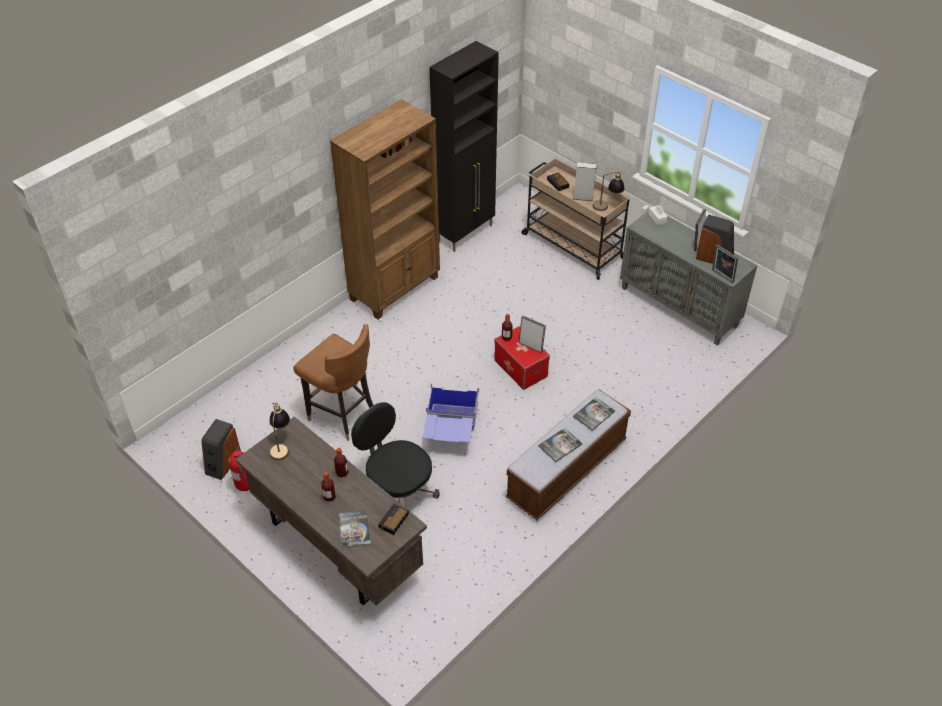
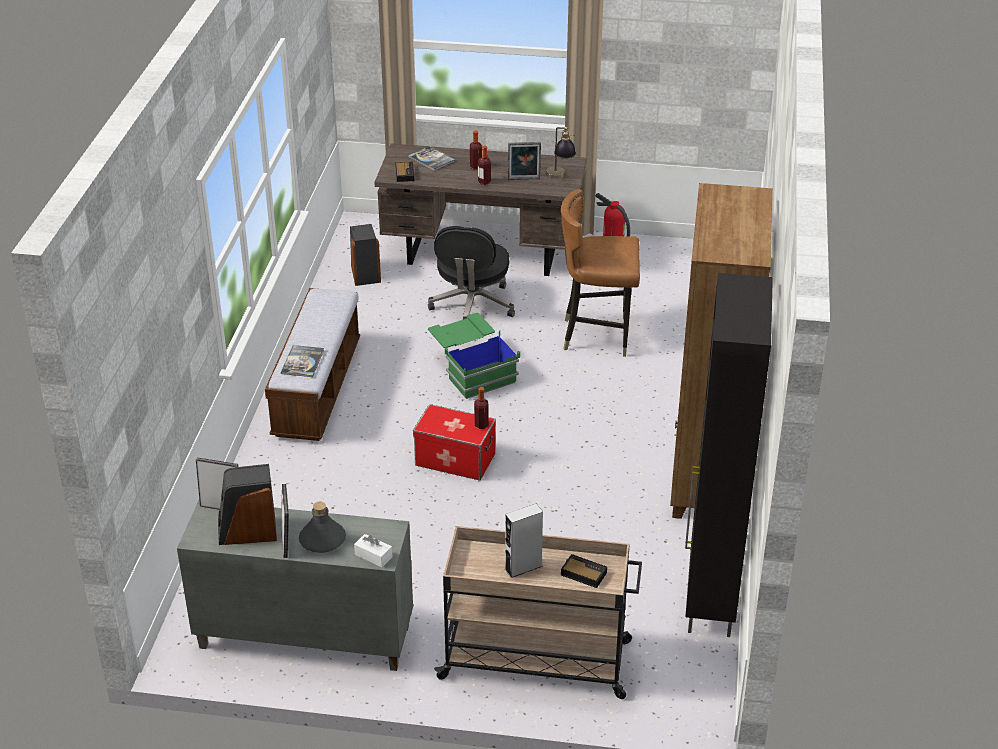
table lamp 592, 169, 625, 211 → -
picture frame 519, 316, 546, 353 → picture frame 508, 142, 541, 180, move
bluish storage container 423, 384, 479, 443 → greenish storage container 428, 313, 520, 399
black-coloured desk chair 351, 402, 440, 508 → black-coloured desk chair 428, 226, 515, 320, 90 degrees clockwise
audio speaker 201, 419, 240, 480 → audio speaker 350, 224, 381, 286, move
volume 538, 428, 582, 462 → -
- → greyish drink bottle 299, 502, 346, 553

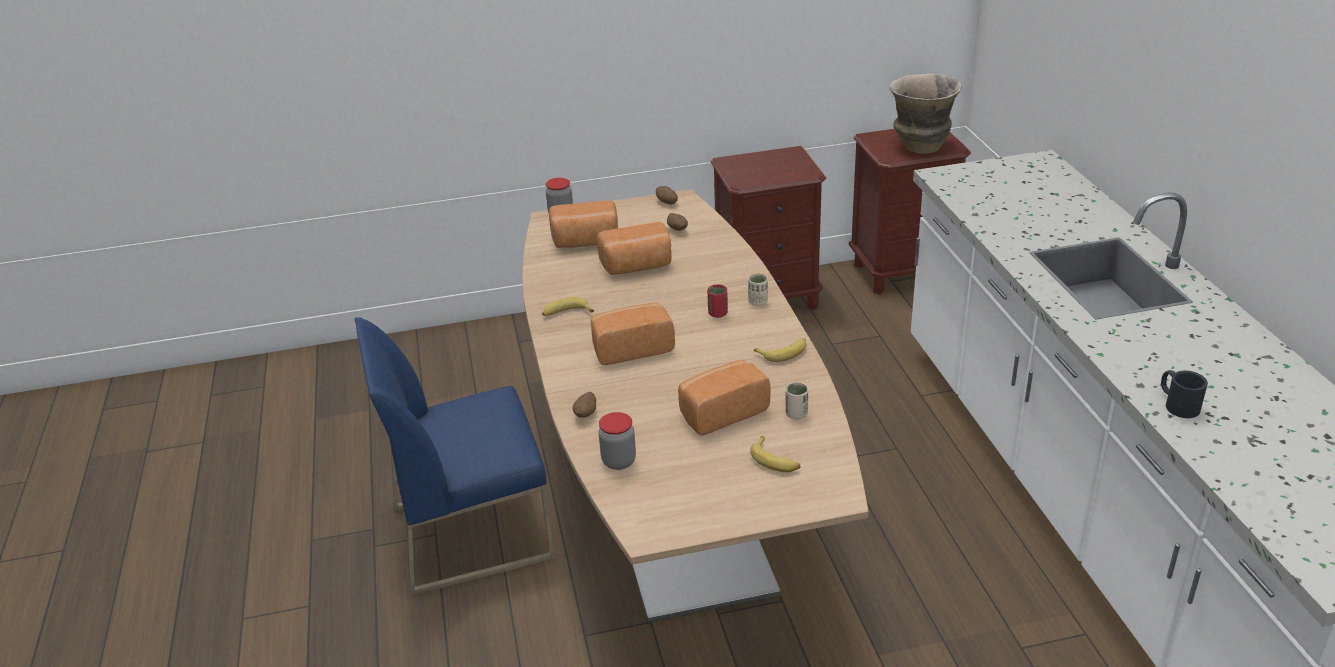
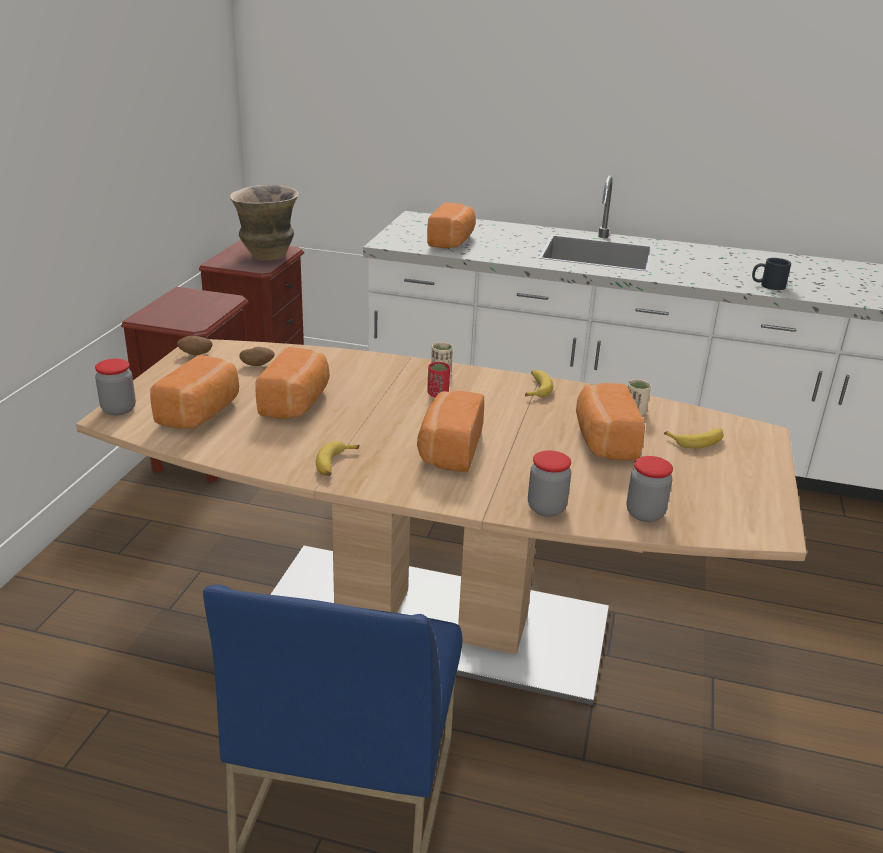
spud 573, 392, 596, 418 → storage jar 528, 450, 571, 517
- → bread 427, 203, 476, 248

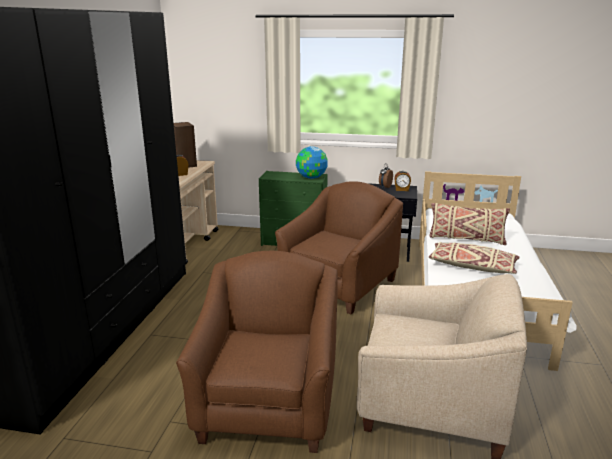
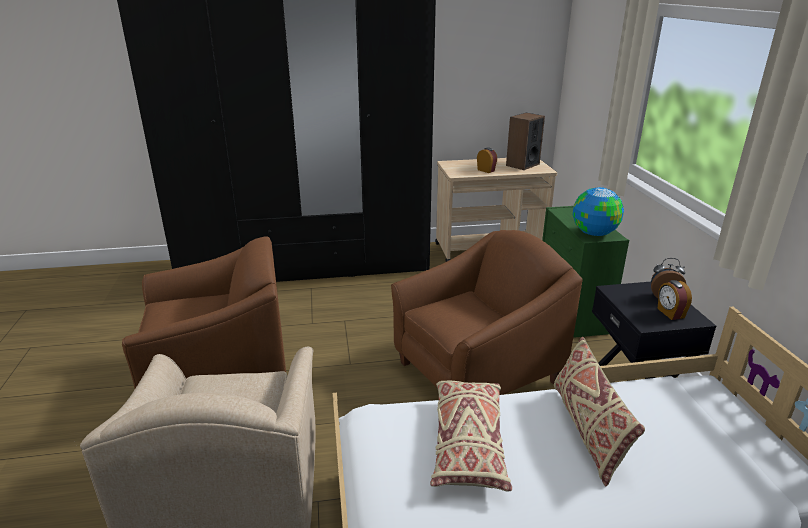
brown easy chair 275, 181, 403, 314 → brown easy chair 391, 230, 583, 395, 45 degrees counterclockwise

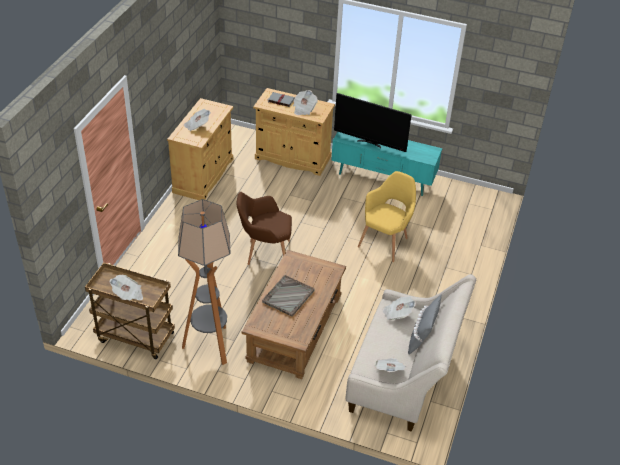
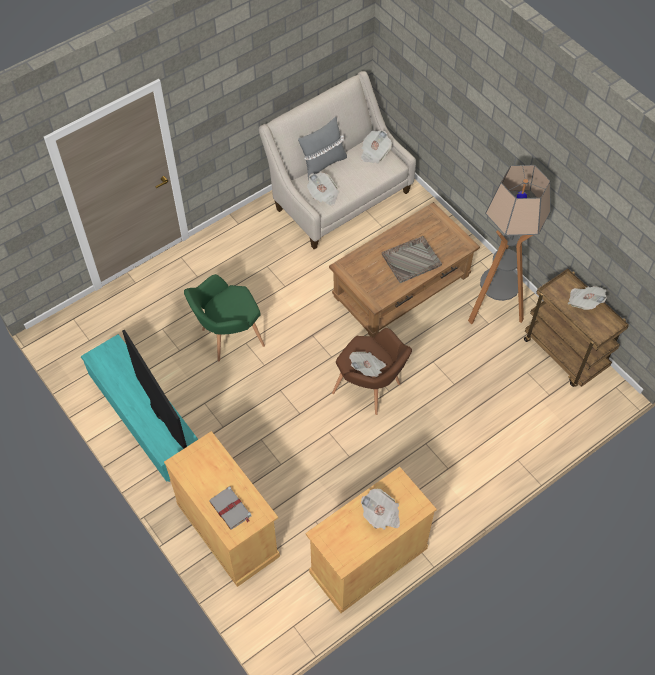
printed paper 293, 90, 318, 115 → printed paper 349, 352, 386, 377, move
yellowish easy chair 358, 171, 416, 262 → greenish easy chair 184, 274, 265, 361

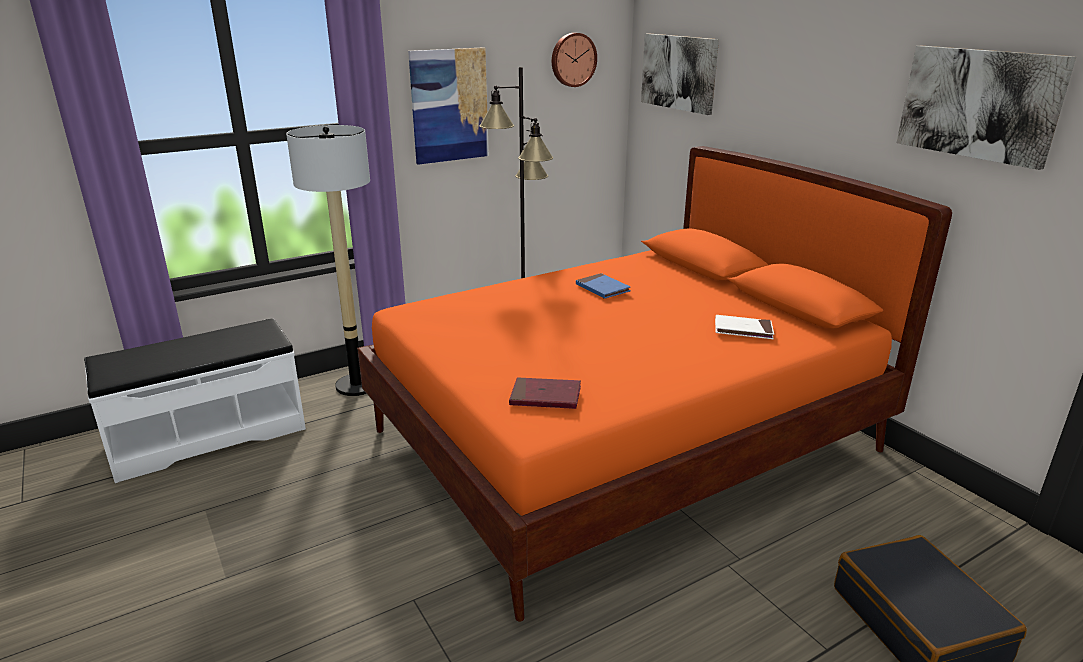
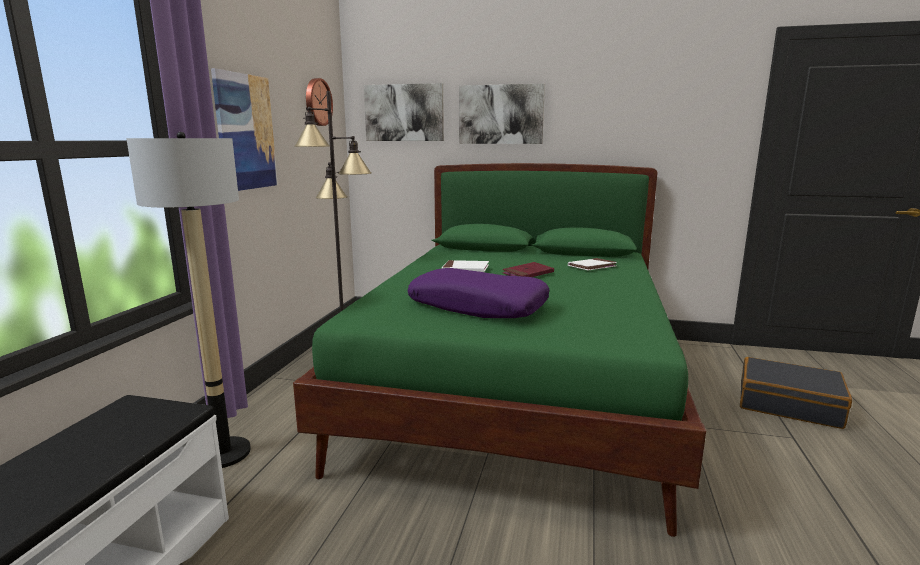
picture 897, 46, 1076, 170 → picture 459, 84, 545, 144, move
orange-coloured sleeping bed 357, 146, 952, 622 → greenish sleeping bed 293, 163, 706, 537
bluish volume 576, 273, 631, 299 → white volume 442, 260, 489, 272
red volume 509, 377, 581, 409 → red volume 503, 262, 554, 277, move
- → purple throw pillow 407, 268, 549, 318

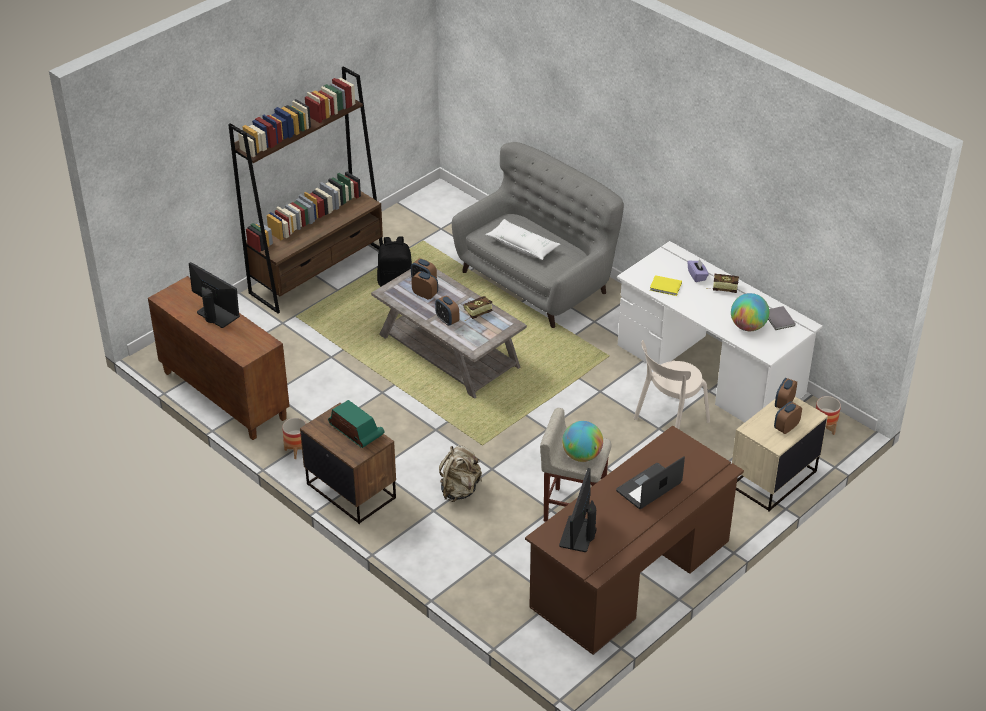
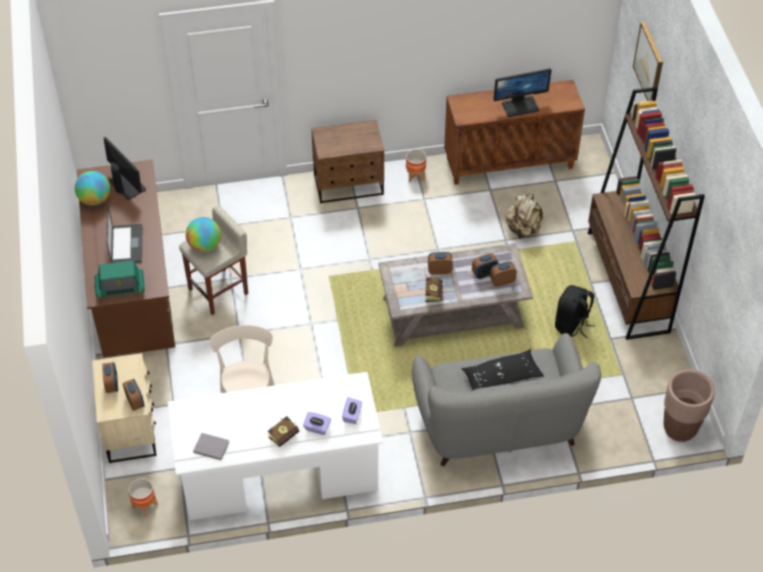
white throw pillow 485, 219, 560, 260 → black-coloured throw pillow 462, 349, 544, 390
yellowish volume 650, 275, 682, 296 → -
world globe 731, 293, 769, 331 → world globe 75, 171, 110, 206, move
radio set 328, 400, 384, 448 → radio set 95, 261, 145, 299, move
sand-coloured knapsack 439, 445, 482, 502 → sand-coloured knapsack 505, 193, 543, 239, move
- → picture 633, 21, 663, 101
- → brown plant pot 663, 369, 715, 442
- → purple tissue holder 342, 397, 362, 424

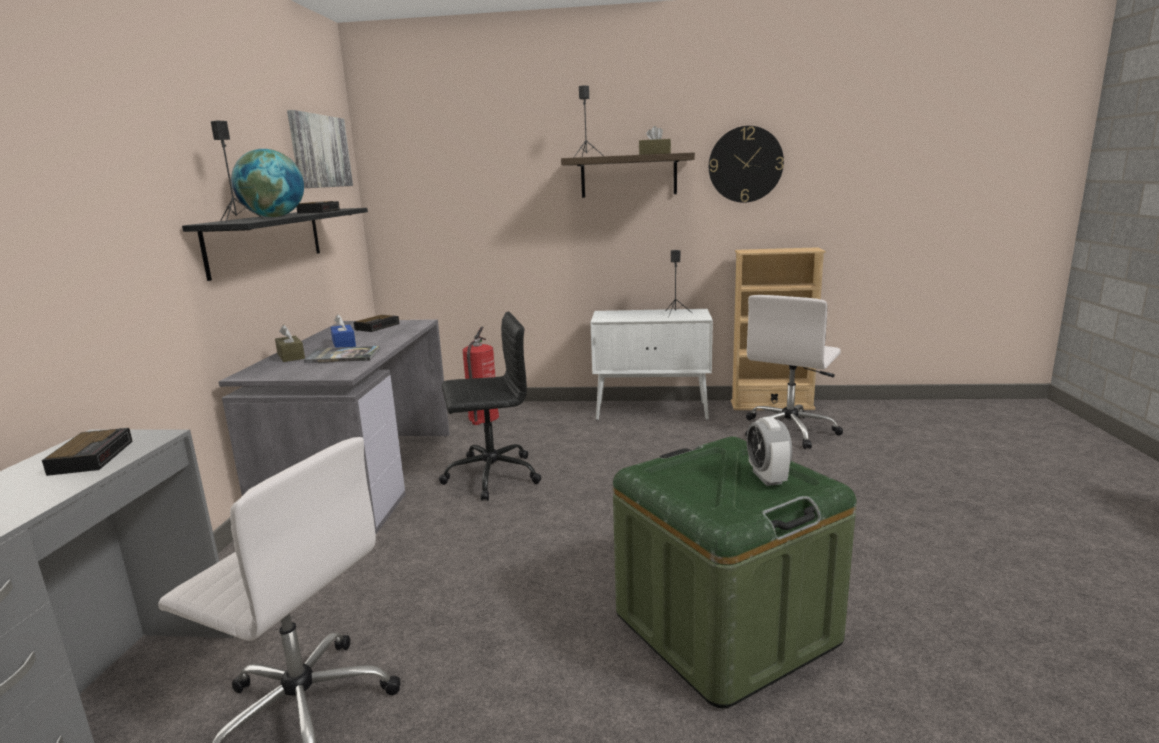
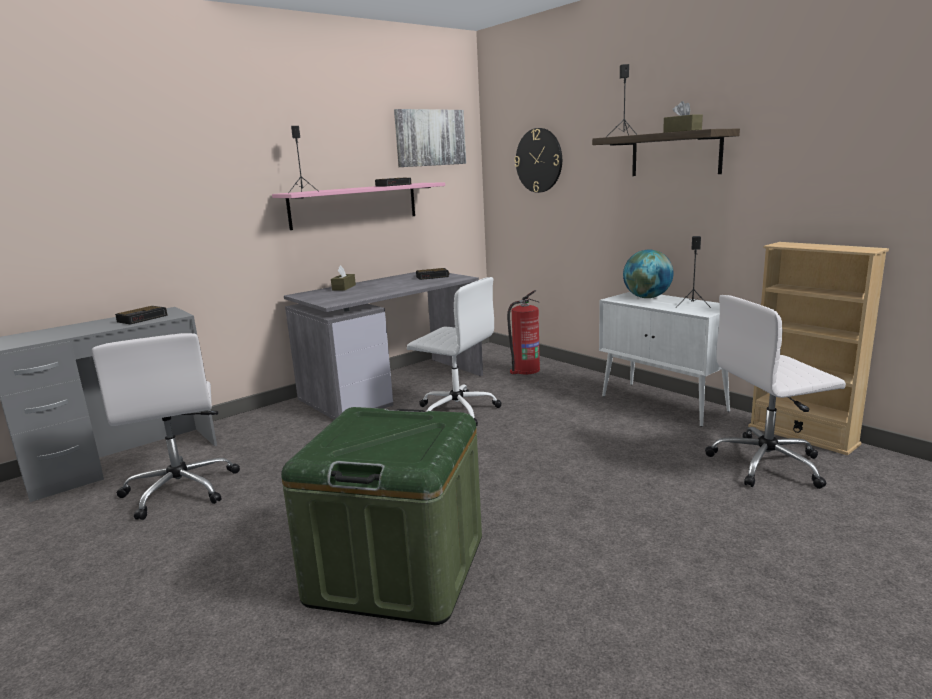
clock on the wall 709, 126, 784, 203 → clock on the wall 514, 128, 562, 193, move
world globe 231, 149, 304, 217 → world globe 623, 250, 673, 298, move
black-coloured wall shelf 182, 208, 368, 281 → pink wall shelf 272, 182, 445, 230
black-coloured desk chair 439, 312, 541, 501 → white desk chair 407, 277, 502, 426
bluish tissue holder 330, 314, 356, 348 → -
volume 304, 346, 380, 363 → -
table clock 747, 417, 792, 486 → -

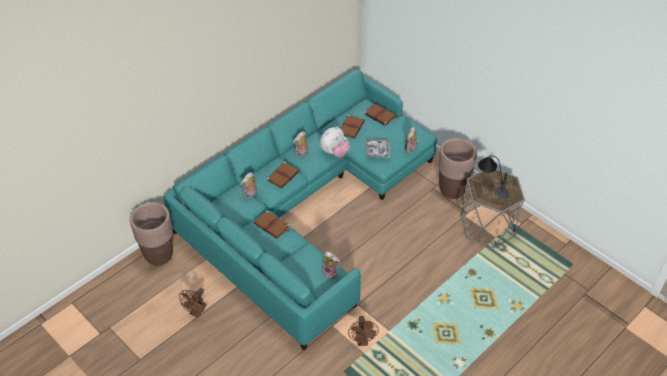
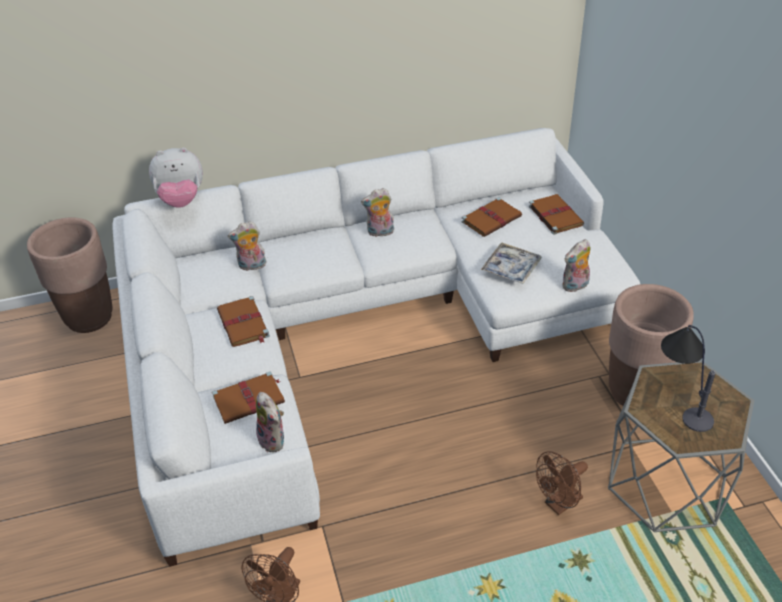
turquoise-coloured sofa 164, 70, 437, 350 → white sofa 113, 128, 640, 567
soft toy 320, 127, 350, 157 → soft toy 149, 148, 203, 208, move
brown volume 267, 162, 300, 189 → brown volume 212, 371, 285, 424, move
brown cooling fan 179, 288, 207, 318 → brown cooling fan 536, 451, 588, 515, move

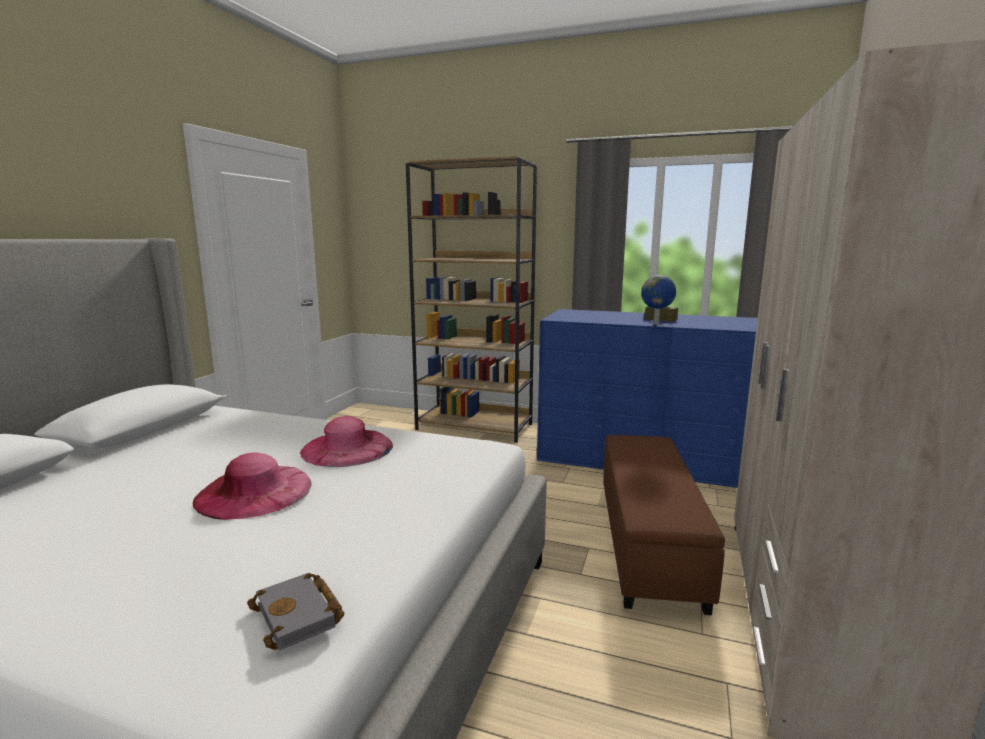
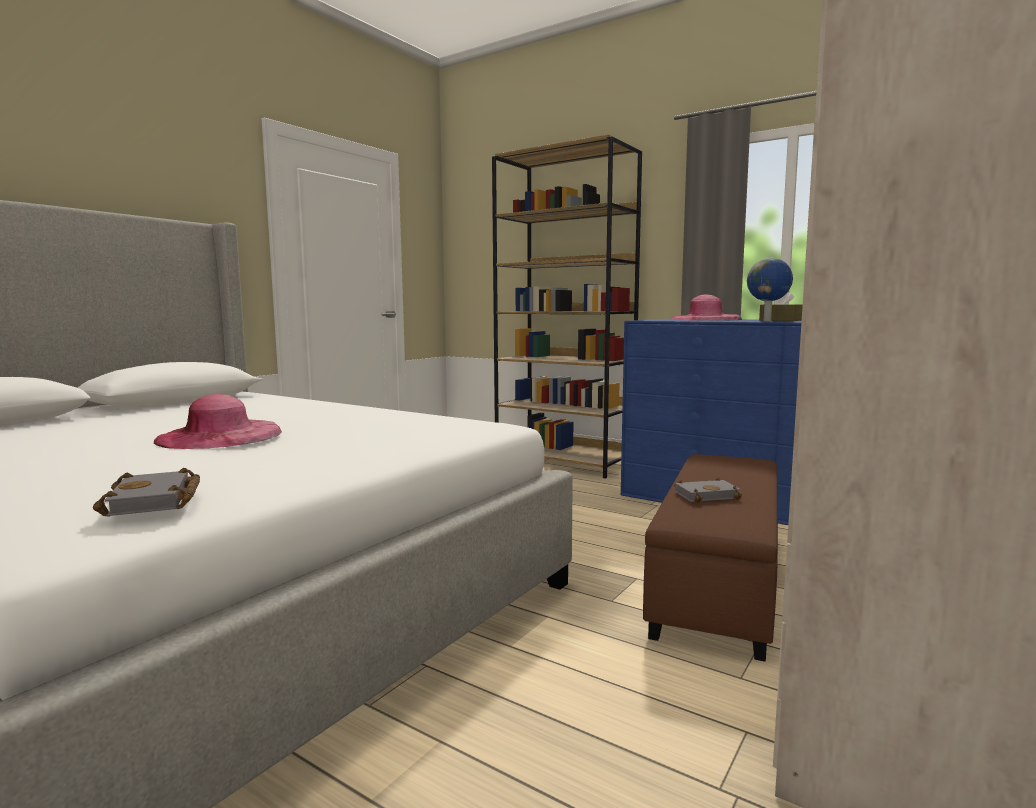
pink hat 300, 416, 393, 467 → pink hat 671, 295, 742, 321, move
- → greyish volume 674, 477, 742, 503

